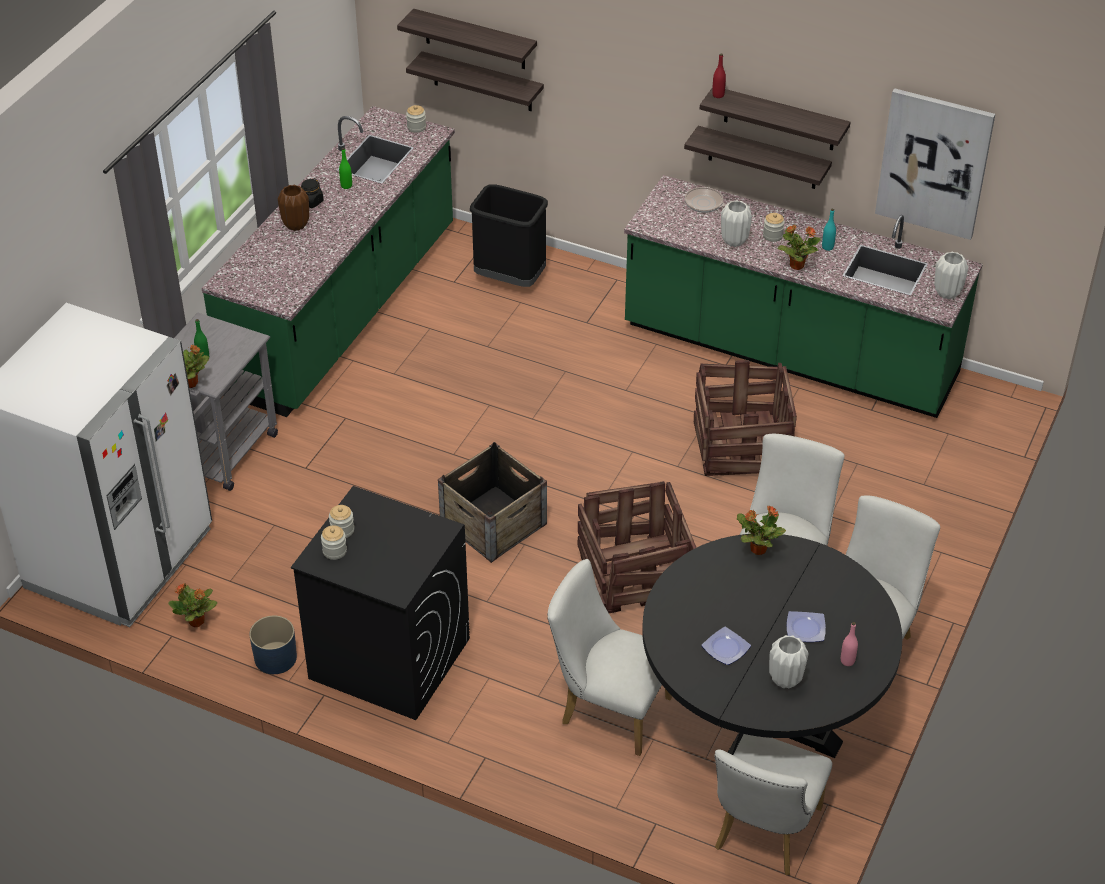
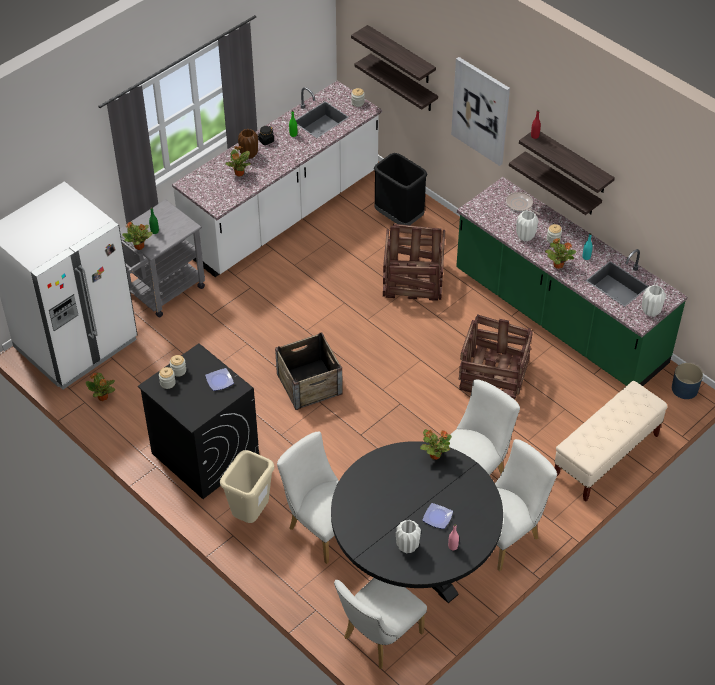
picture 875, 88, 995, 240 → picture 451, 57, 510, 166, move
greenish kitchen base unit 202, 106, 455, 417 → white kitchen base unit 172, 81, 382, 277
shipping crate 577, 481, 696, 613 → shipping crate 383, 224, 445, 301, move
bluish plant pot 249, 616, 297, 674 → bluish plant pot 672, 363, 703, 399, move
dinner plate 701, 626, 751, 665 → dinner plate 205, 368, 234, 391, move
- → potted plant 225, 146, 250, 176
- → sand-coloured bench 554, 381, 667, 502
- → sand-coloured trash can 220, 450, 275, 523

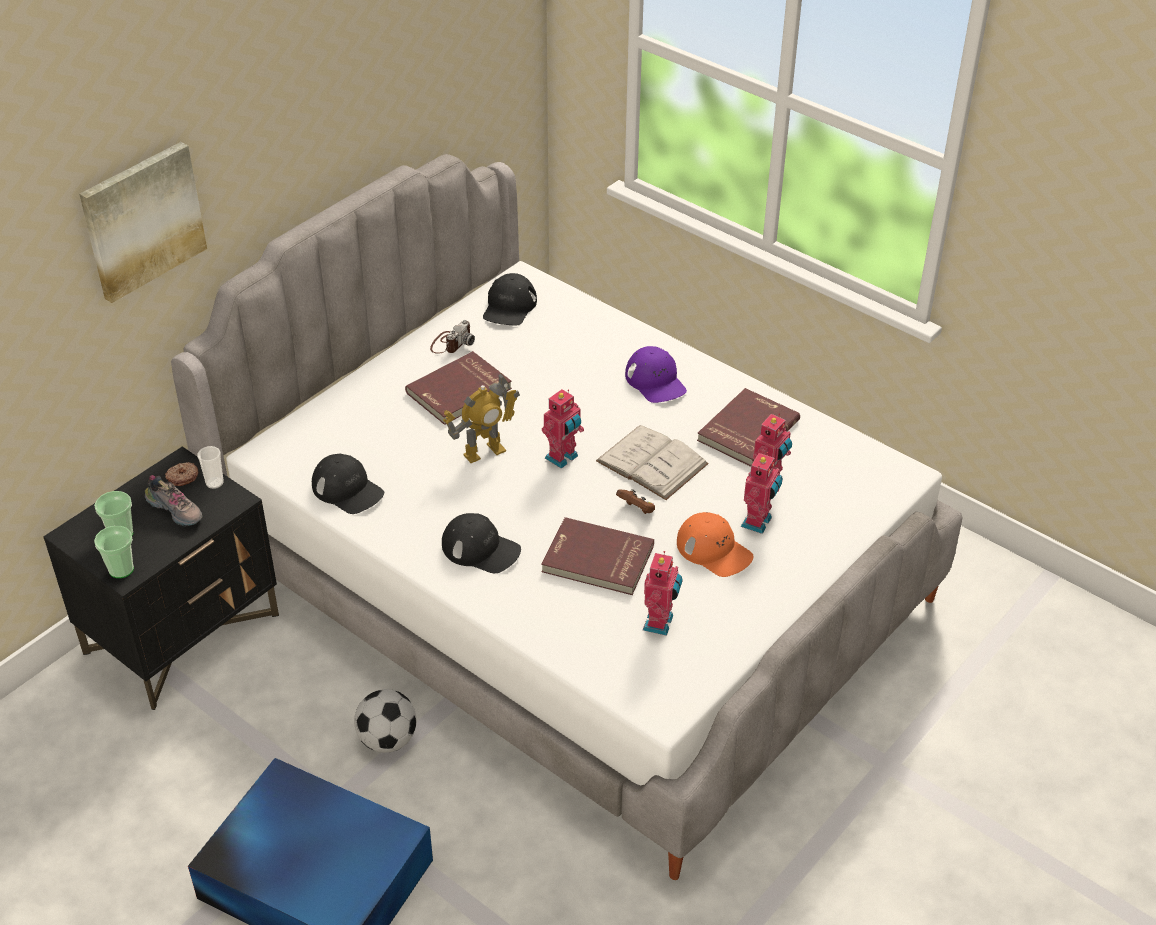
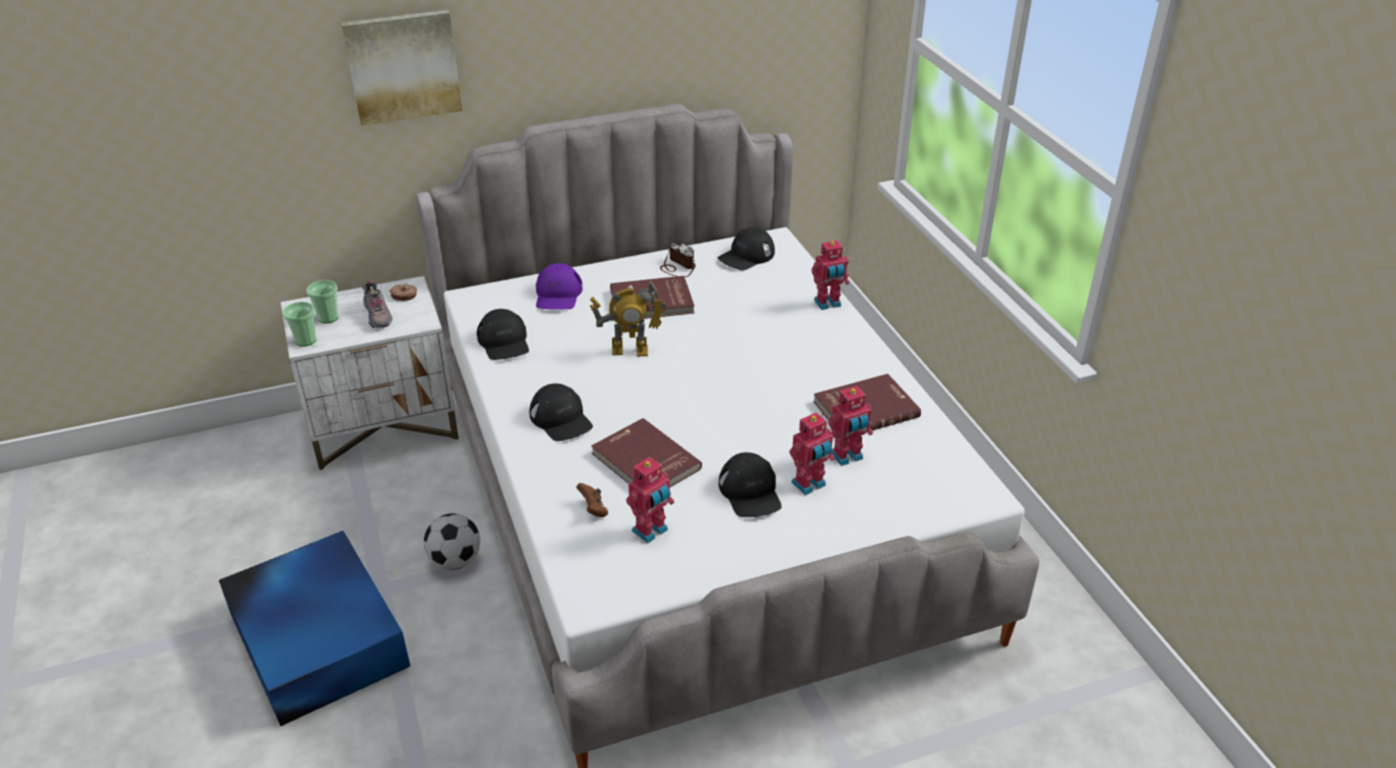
photo camera 430, 320, 475, 353 → photo camera 660, 243, 696, 277, 105 degrees counterclockwise
purple baseball cap 625, 346, 687, 403 → purple baseball cap 536, 263, 583, 310, move
robot figure 542, 389, 584, 469 → robot figure 812, 240, 849, 310, move
white volume 596, 425, 709, 500 → -
cup 197, 446, 224, 489 → -
black-coloured night table 43, 447, 279, 710 → white night table 281, 276, 459, 471
brown joypad 616, 489, 655, 514 → brown joypad 576, 483, 608, 517, move
orange-coloured baseball cap 677, 512, 754, 577 → black-coloured baseball cap 719, 452, 782, 517

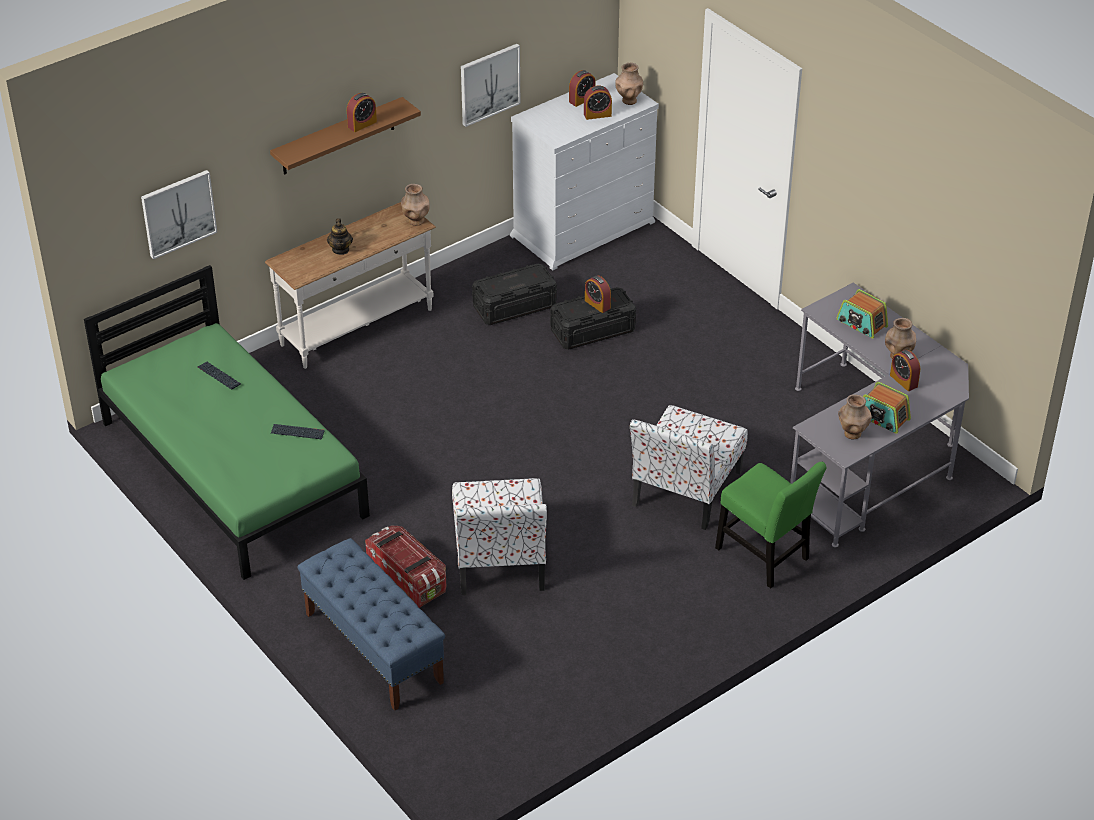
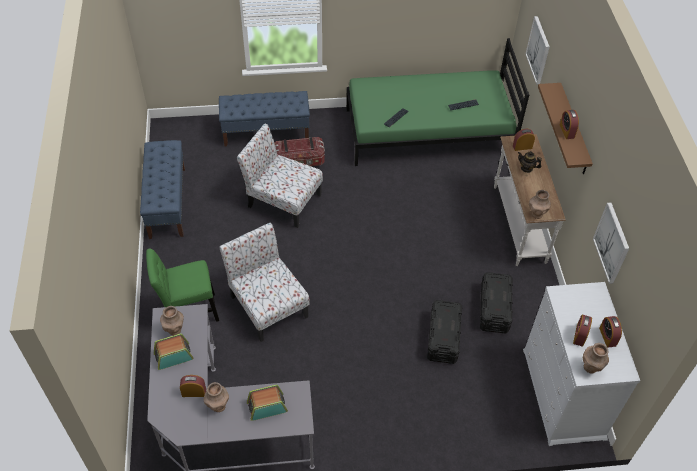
table clock 585, 275, 611, 313 → table clock 513, 129, 535, 151, move
- → bluish bench 140, 140, 185, 239

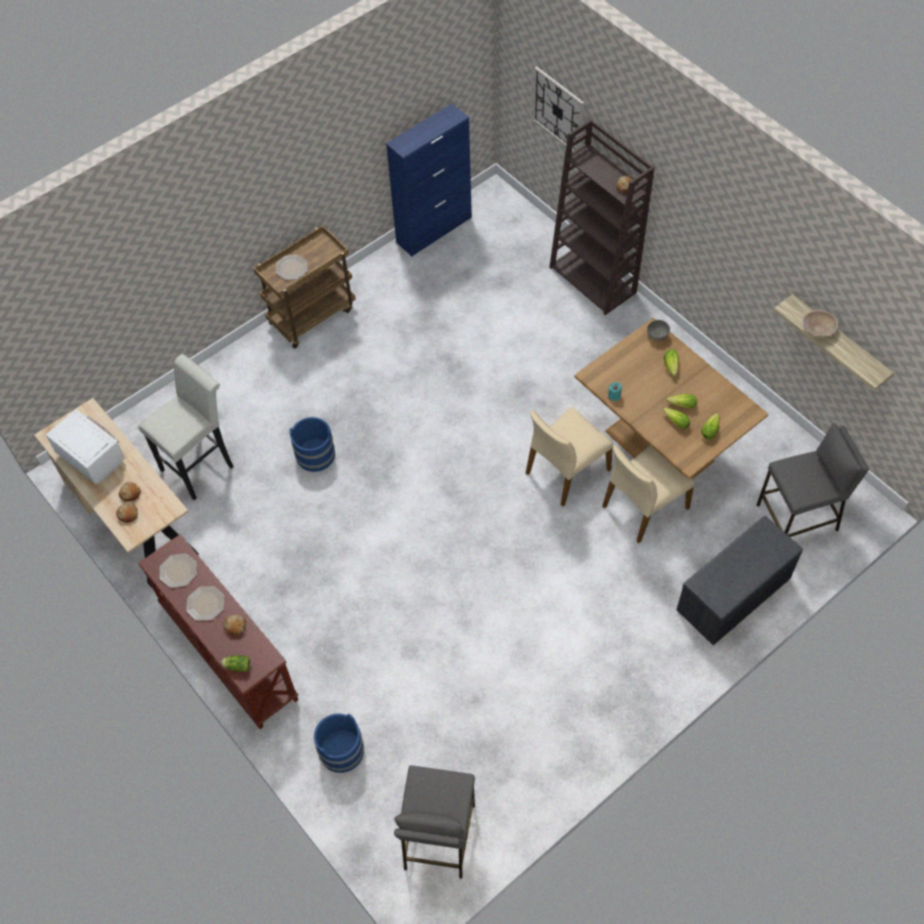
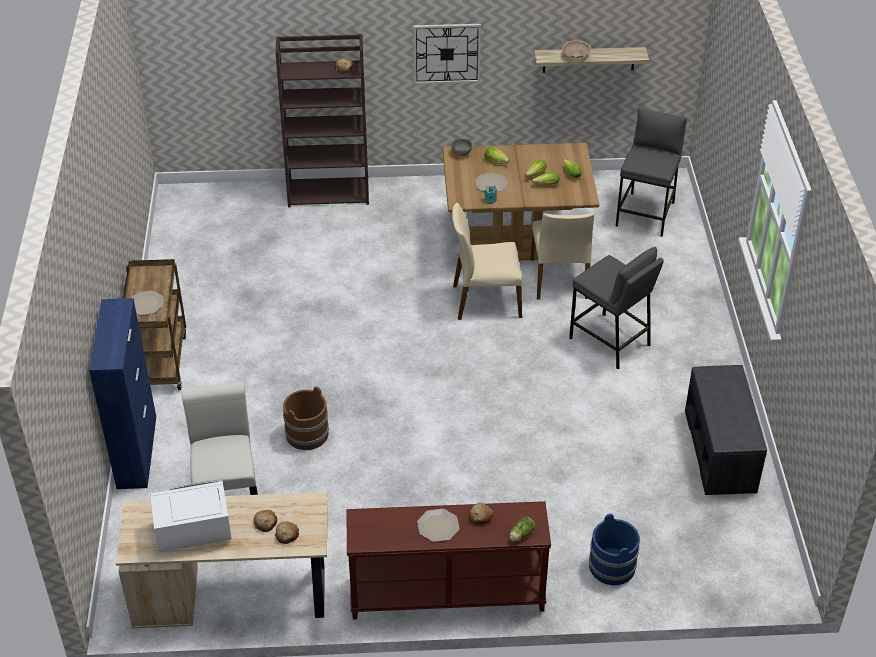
clock on the wall 533, 66, 584, 152 → clock on the wall 413, 24, 481, 84, move
bluish storage cabinet 386, 104, 472, 256 → bluish storage cabinet 89, 298, 156, 489, move
sand-coloured chair 526, 407, 613, 507 → sand-coloured chair 452, 203, 522, 320, 90 degrees clockwise
bluish water bucket 290, 417, 335, 472 → brown water bucket 283, 386, 329, 450
greyish bench 677, 516, 803, 645 → greyish bench 685, 365, 767, 495, move
dinner plate 160, 553, 197, 588 → dinner plate 475, 173, 508, 192, move
greyish stool seat 394, 765, 475, 879 → greyish stool seat 569, 247, 664, 369, move

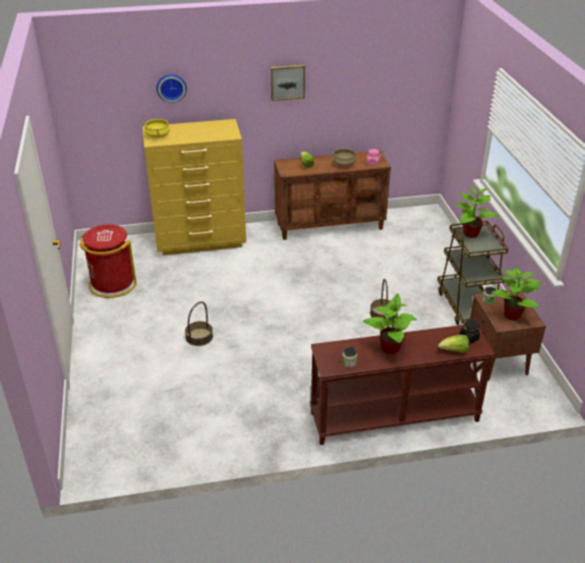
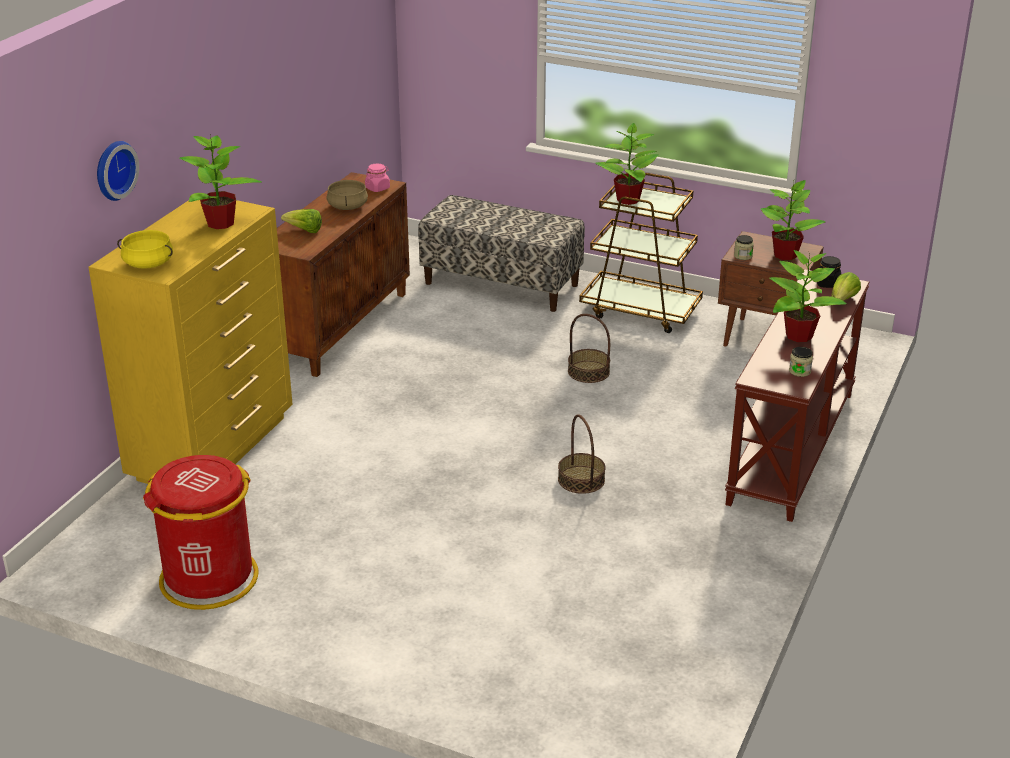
picture 271, 65, 305, 101 → -
household basket 185, 302, 213, 346 → household basket 558, 414, 606, 494, move
- → potted plant 179, 136, 262, 229
- → bench 418, 195, 585, 312

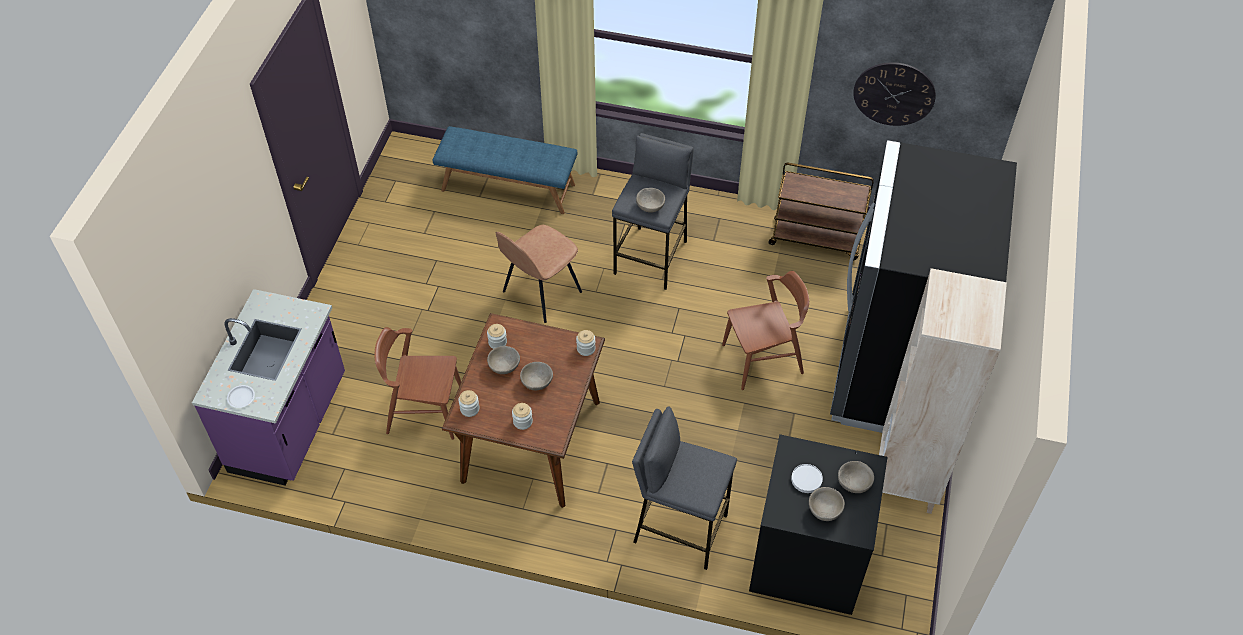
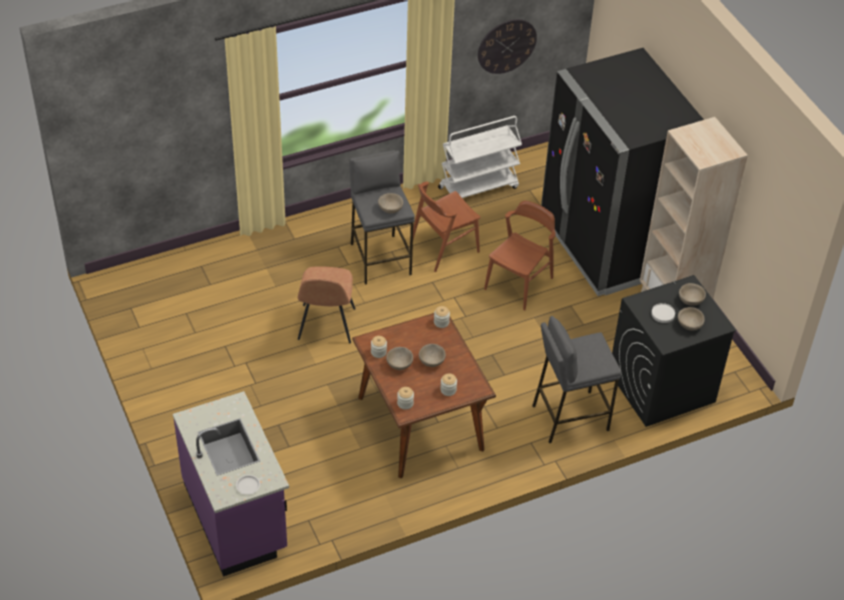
bluish bench 432, 126, 577, 214 → -
brown wheeled cart 769, 163, 874, 260 → white wheeled cart 438, 116, 522, 198
brown chair 375, 327, 461, 440 → brown chair 413, 181, 480, 272, move

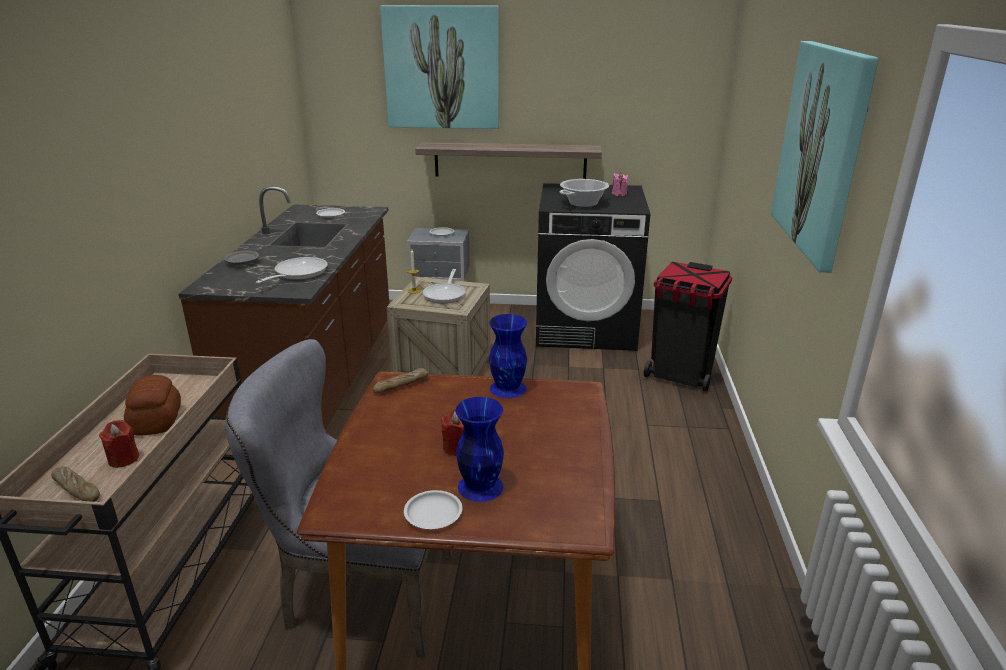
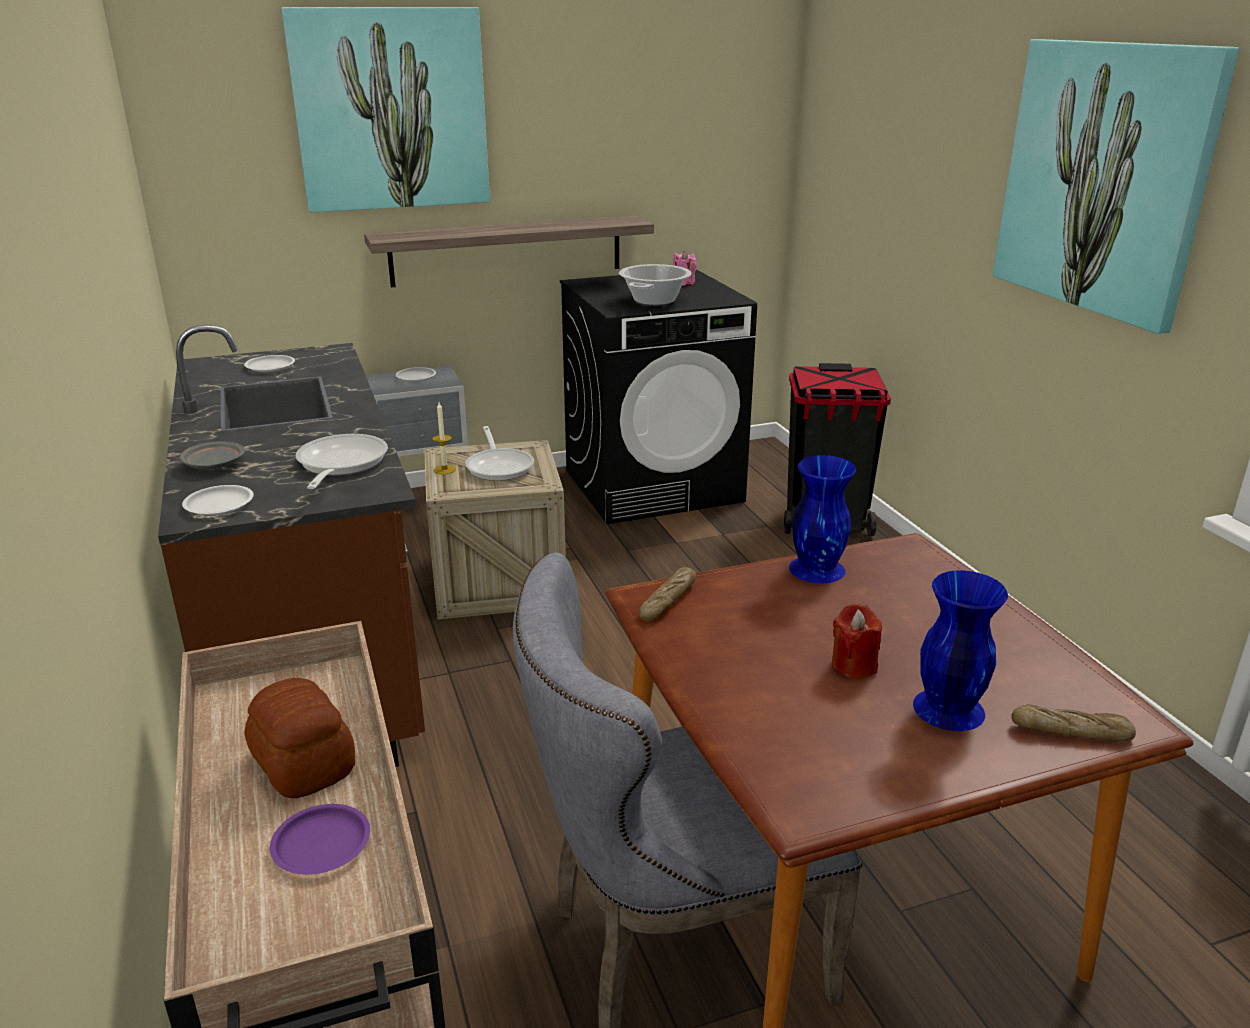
red wax light 99, 420, 139, 468 → purple dinner plate 270, 804, 370, 875
bread 51, 466, 100, 502 → bread 1011, 704, 1136, 741, move
white dinner plate 404, 490, 462, 529 → white dinner plate 182, 485, 254, 515, move

